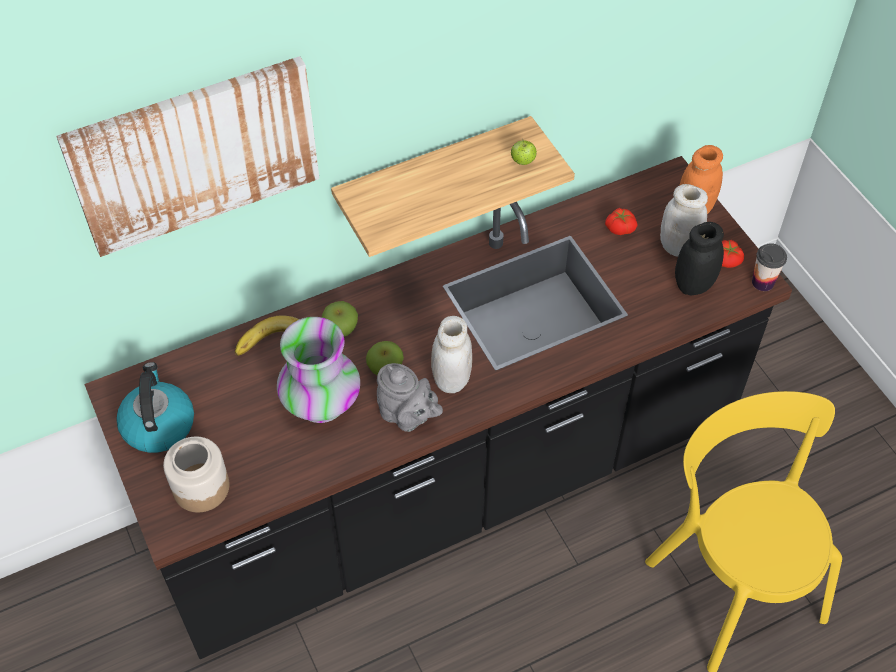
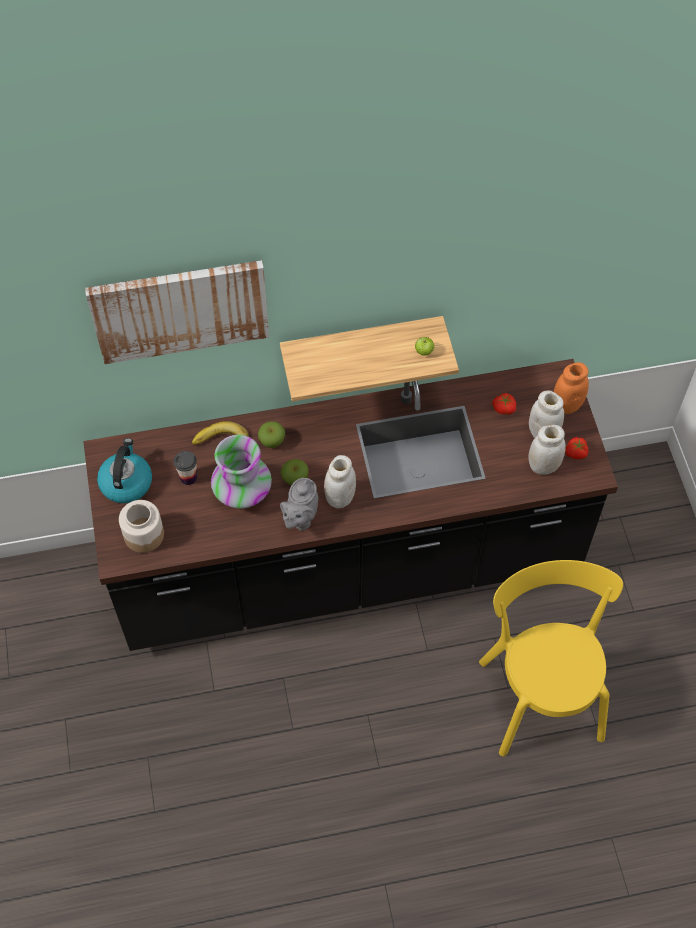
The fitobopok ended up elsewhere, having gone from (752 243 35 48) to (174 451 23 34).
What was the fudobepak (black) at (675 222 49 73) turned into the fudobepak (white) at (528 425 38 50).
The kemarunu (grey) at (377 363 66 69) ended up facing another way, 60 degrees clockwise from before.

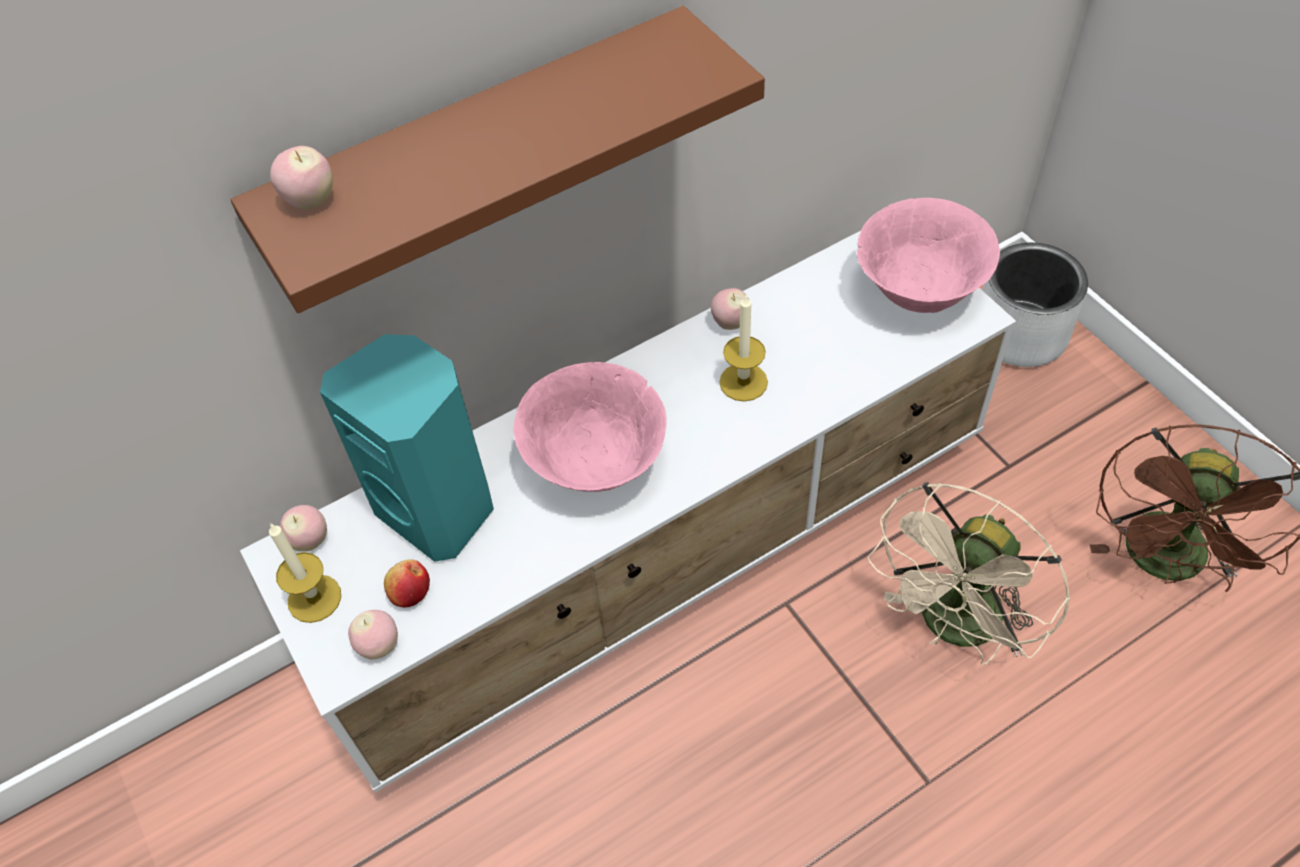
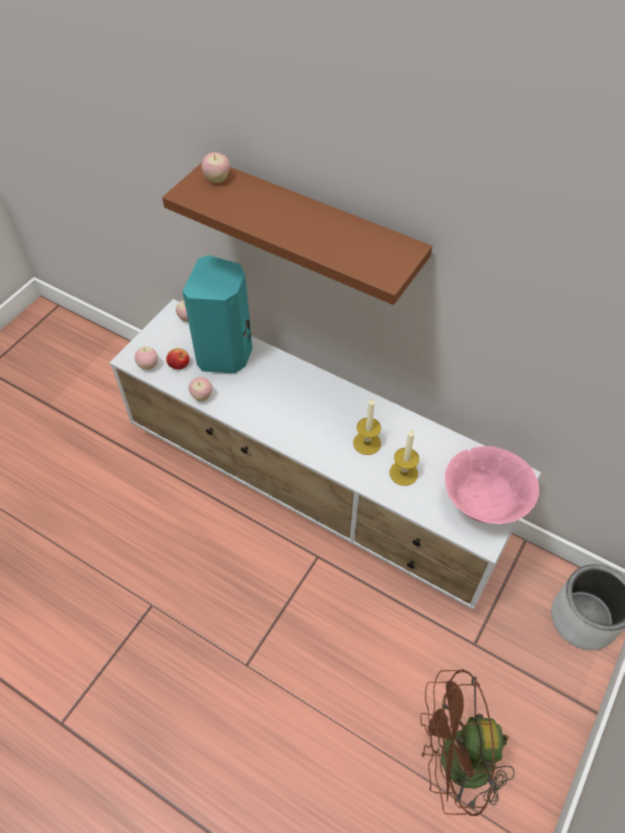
The second view lost the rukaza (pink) at (513 362 154 130).
The second view lost the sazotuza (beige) at (867 482 203 183).
The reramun ended up elsewhere, having gone from (269 523 72 100) to (389 430 30 56).
The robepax ended up elsewhere, having gone from (711 288 38 42) to (189 377 23 24).

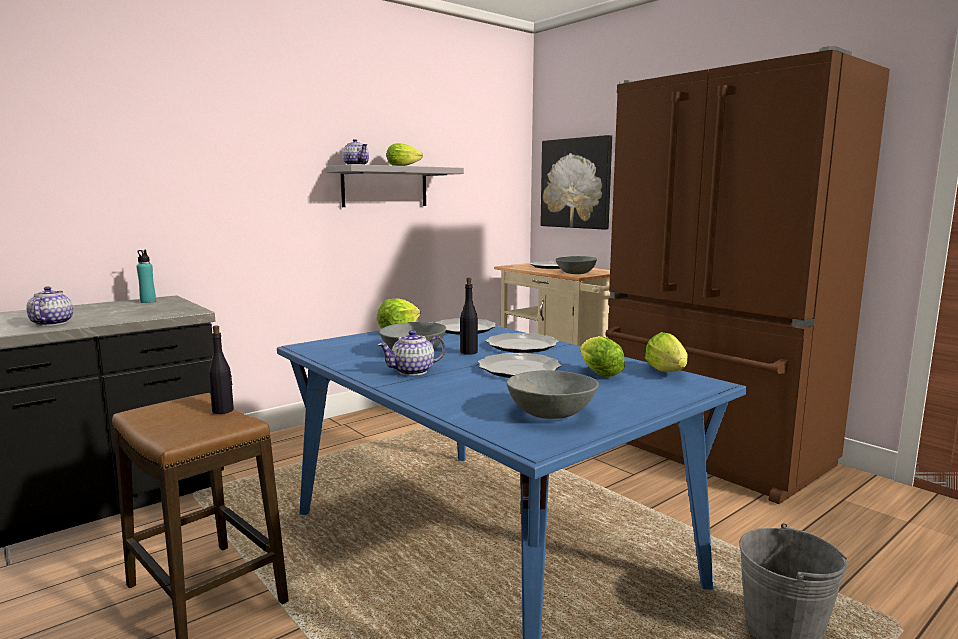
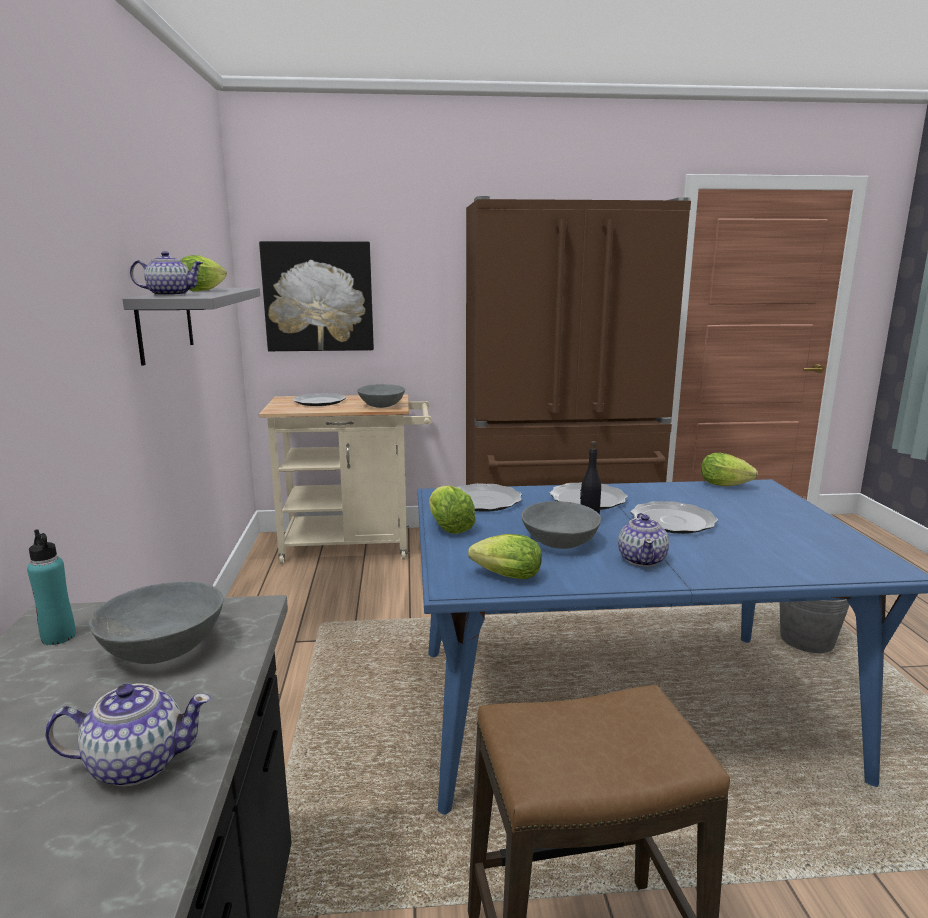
The second view lost the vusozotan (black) at (209 326 25 88).
The rukaza (grey) ended up elsewhere, having gone from (507 370 92 49) to (89 582 135 82).
The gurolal ended up elsewhere, having gone from (580 336 45 42) to (468 534 74 45).
The kemarunu at (26 286 47 40) ended up facing another way, 150 degrees clockwise from before.

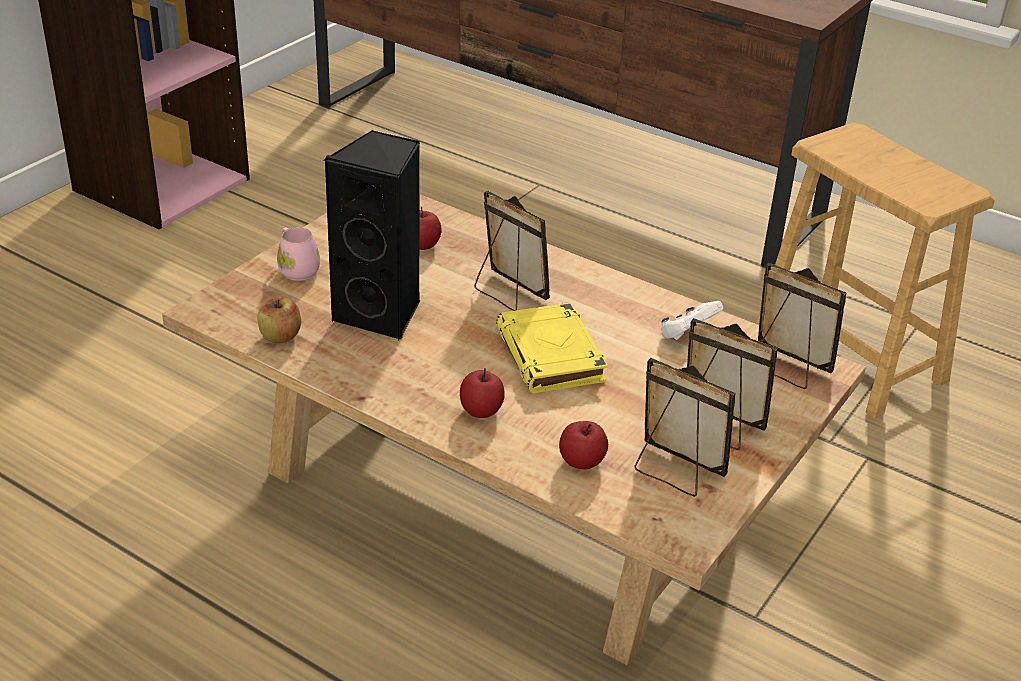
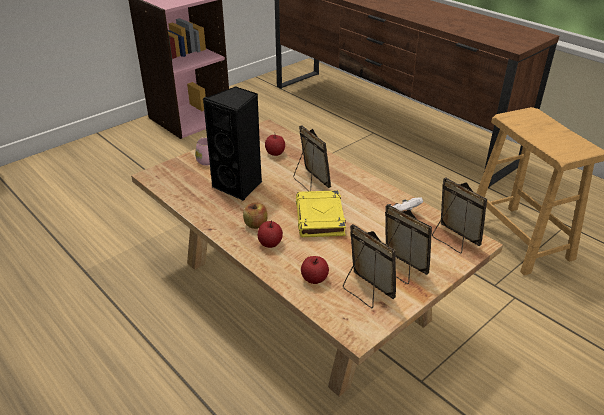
The robepax ended up elsewhere, having gone from (257 297 44 46) to (243 203 25 26).

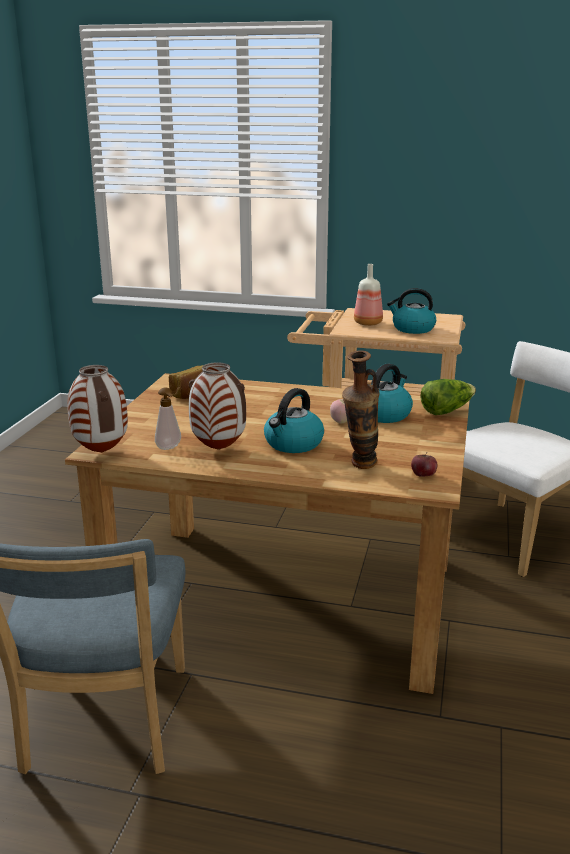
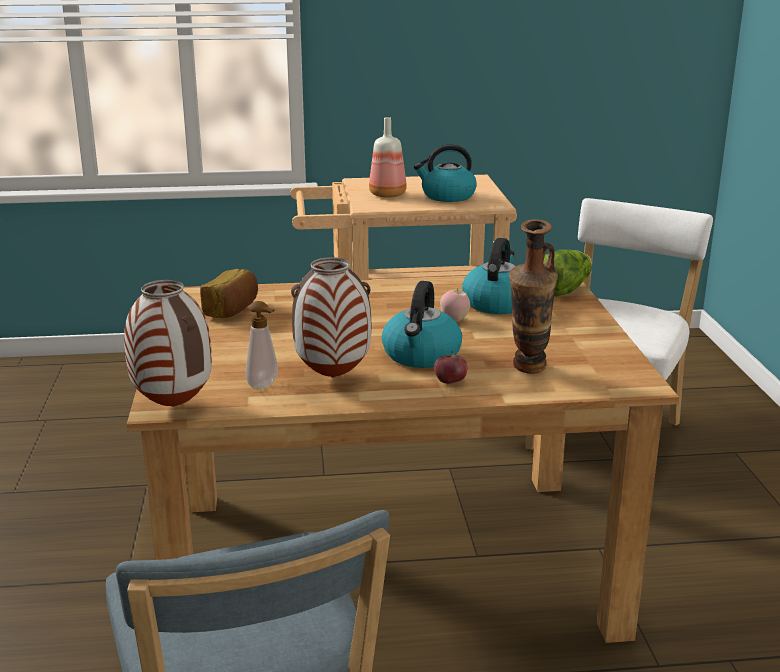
The robepax ended up elsewhere, having gone from (411 452 27 25) to (434 351 33 33).

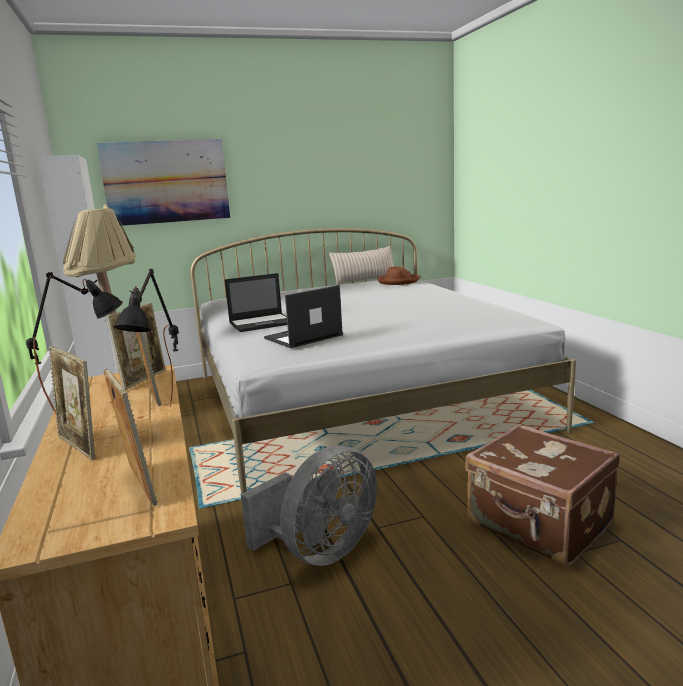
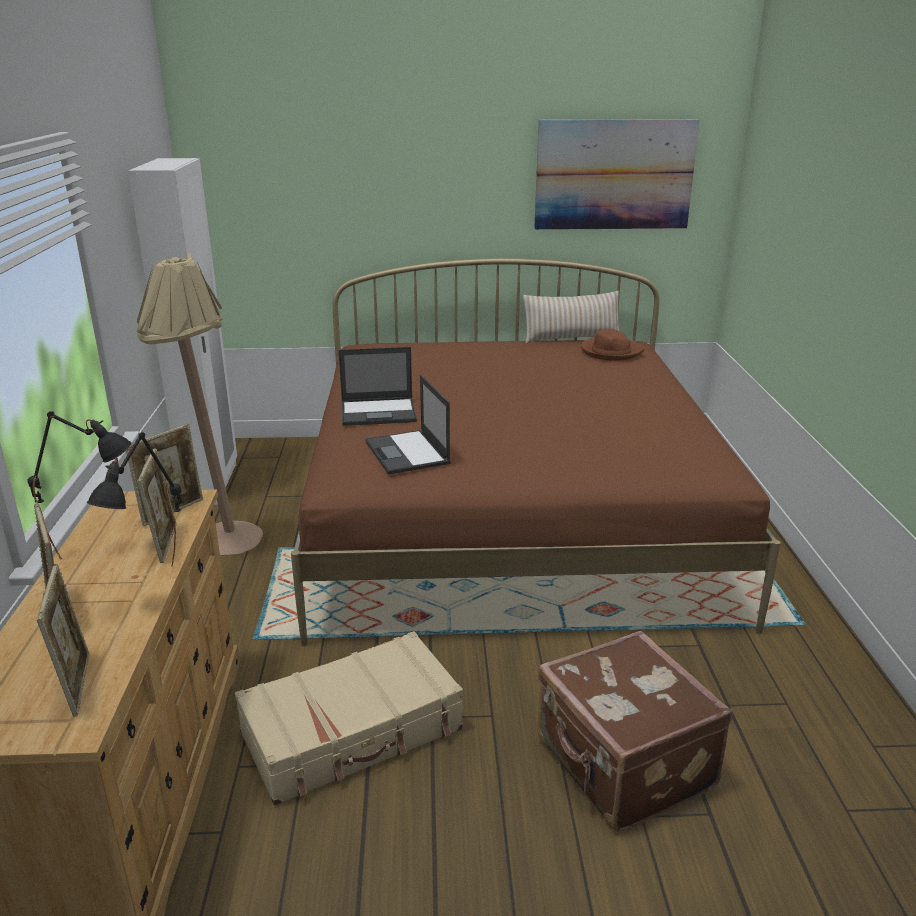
The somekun ended up elsewhere, having gone from (97 139 133 87) to (534 119 166 111).
Where the sazotuza (grey) stood at (241 445 136 121), the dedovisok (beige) came to stand at (235 631 228 174).
What was the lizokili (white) at (190 228 386 266) turned into the lizokili (brown) at (291 258 490 388).
The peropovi at (264 285 79 63) ended up facing another way, 90 degrees counterclockwise from before.

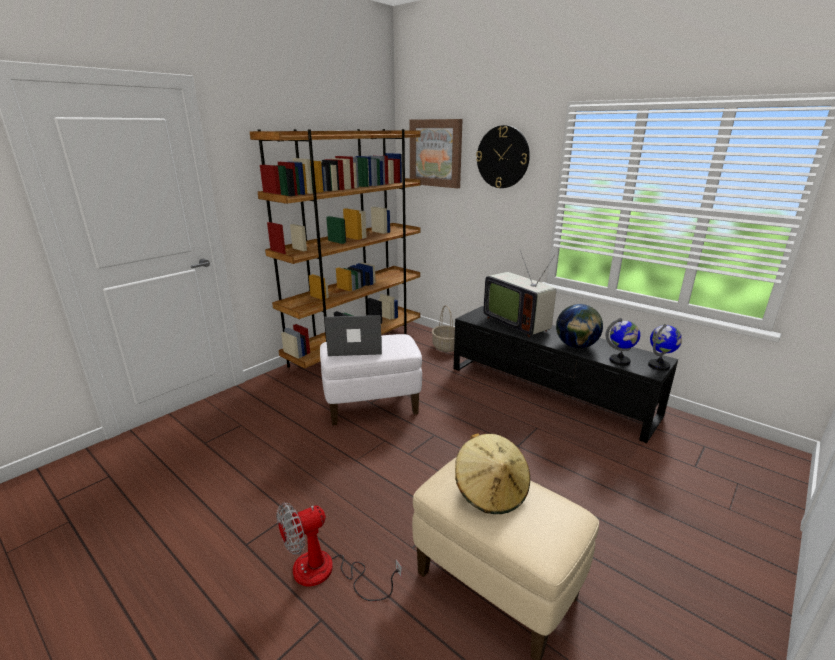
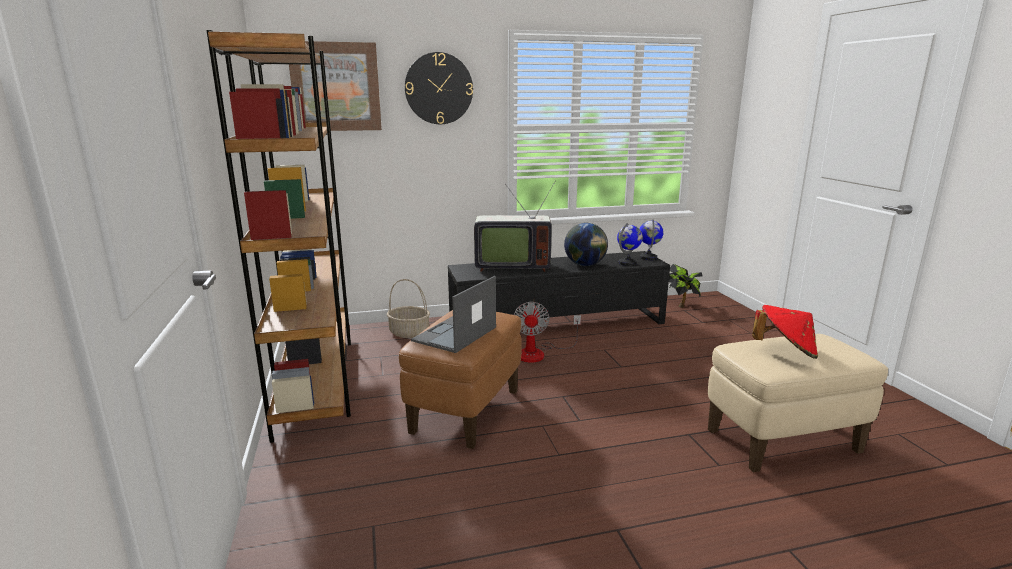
The second view gained the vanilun at (669 264 34 44).
The sazotuza ended up elsewhere, having gone from (276 502 126 99) to (514 302 67 61).
What was the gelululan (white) at (320 334 102 91) turned into the gelululan (brown) at (399 310 123 139).
What was the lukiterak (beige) at (455 433 75 81) turned into the lukiterak (red) at (752 305 66 54).

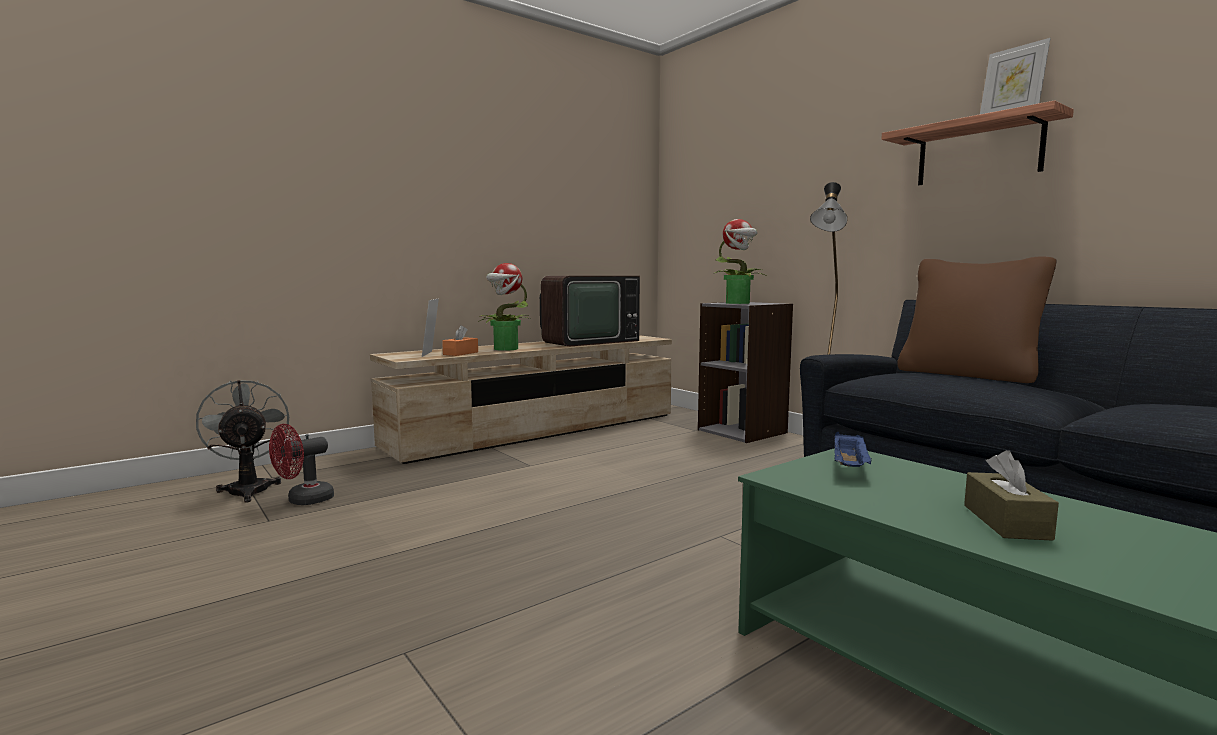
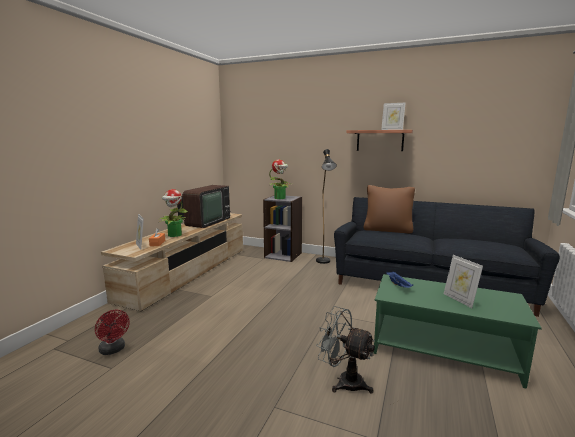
The sazotuza (grey) ended up elsewhere, having gone from (196 380 93 123) to (316 306 59 88).
Where the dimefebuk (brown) stood at (964 450 95 91), the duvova came to stand at (444 255 39 53).
The sazotuza (red) at (269 424 65 81) ended up facing another way, 60 degrees counterclockwise from before.

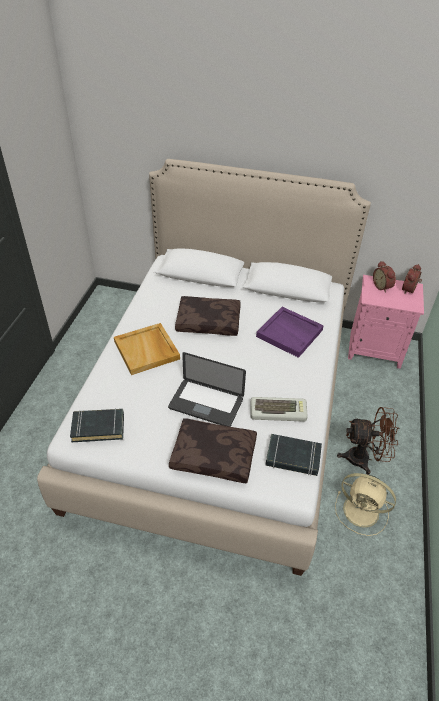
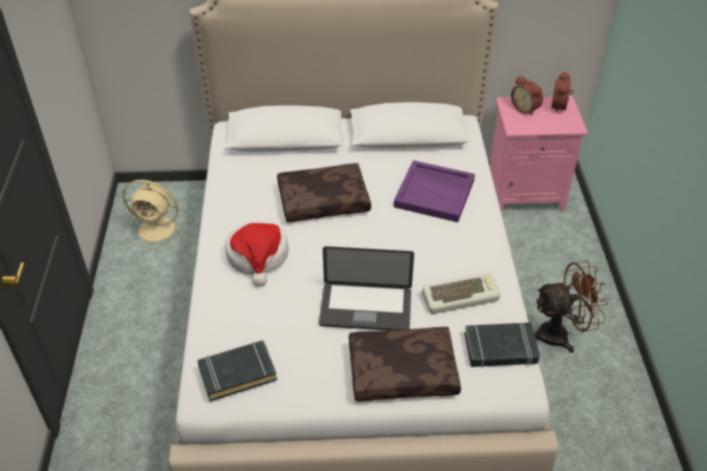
The sazotuza (beige) ended up elsewhere, having gone from (335 473 61 63) to (122 180 64 69).
Where the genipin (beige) stood at (114 323 66 52), the lukiterak came to stand at (225 220 64 67).

